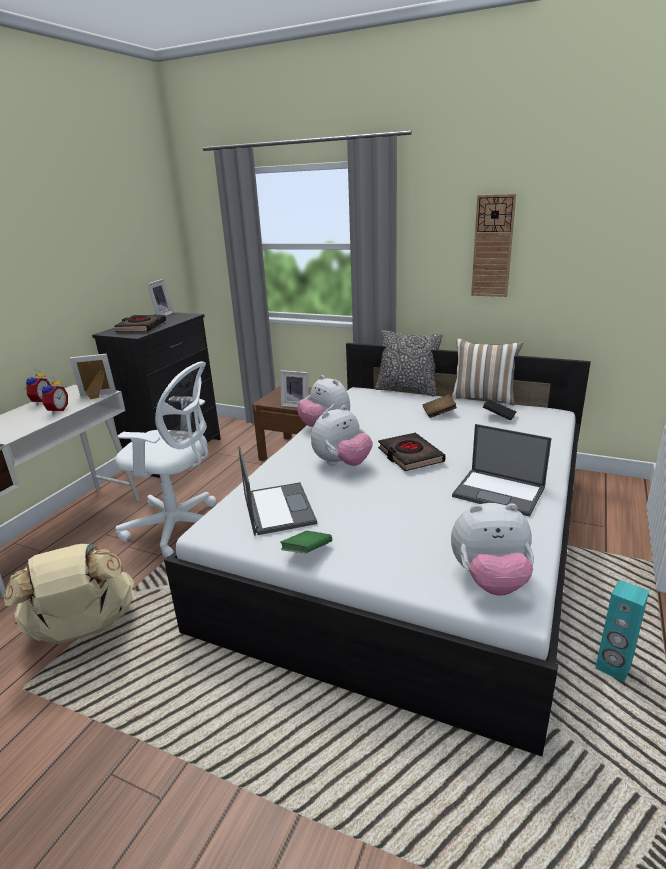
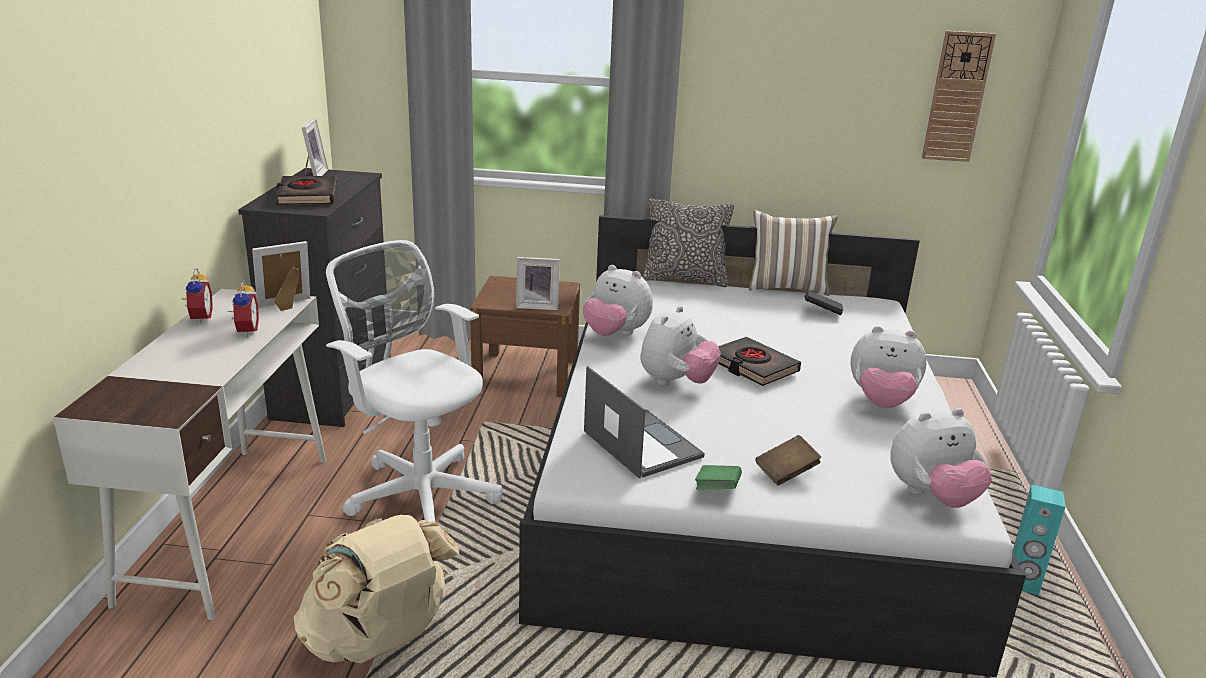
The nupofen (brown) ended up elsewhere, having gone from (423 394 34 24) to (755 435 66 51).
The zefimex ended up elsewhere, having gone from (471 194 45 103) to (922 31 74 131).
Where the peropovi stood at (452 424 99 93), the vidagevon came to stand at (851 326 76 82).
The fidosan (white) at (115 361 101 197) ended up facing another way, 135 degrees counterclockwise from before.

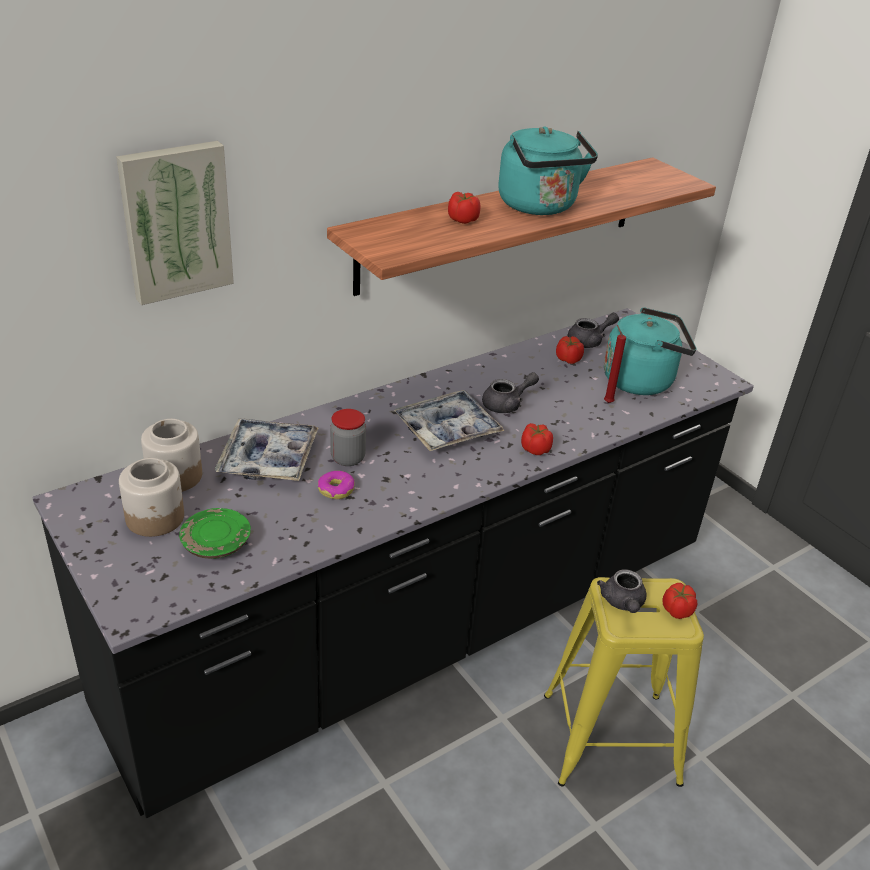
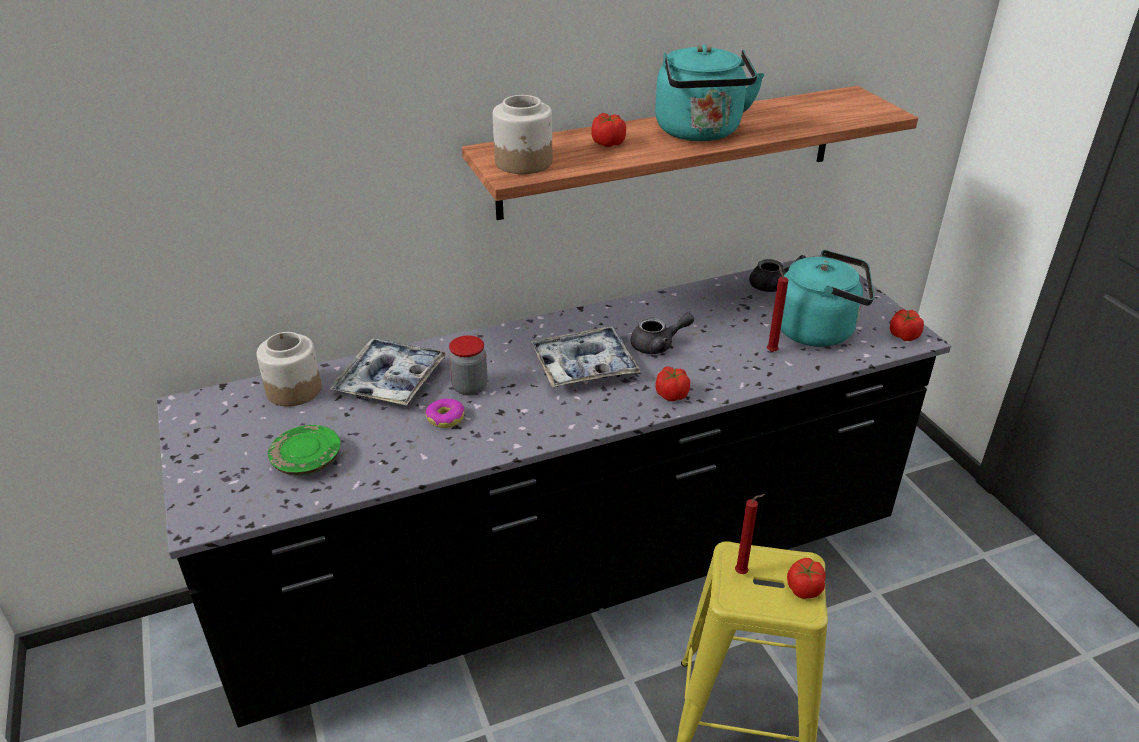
The second view lost the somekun at (116 141 118 164).
The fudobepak ended up elsewhere, having gone from (119 458 65 79) to (493 95 59 79).
The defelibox ended up elsewhere, having gone from (556 336 28 28) to (890 309 34 32).
Where the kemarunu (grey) stood at (597 569 49 44), the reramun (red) came to stand at (735 494 31 80).

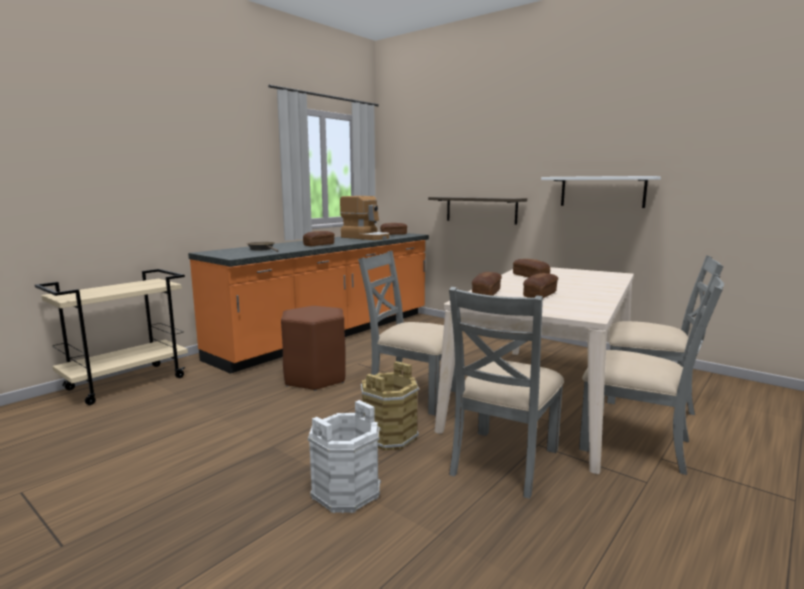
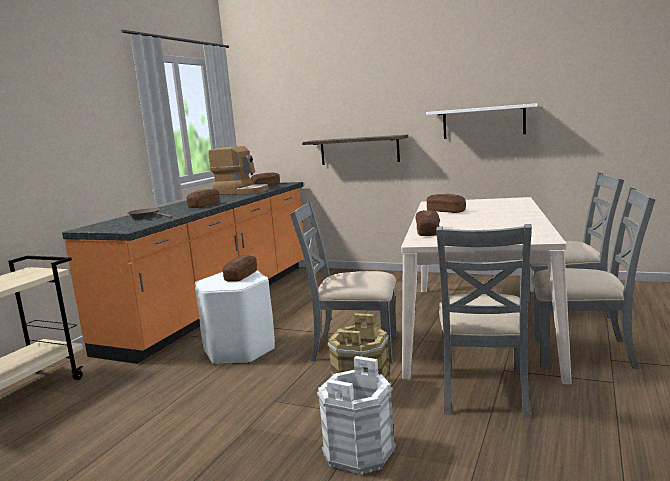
The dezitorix ended up elsewhere, having gone from (523 273 35 25) to (222 255 35 27).
What was the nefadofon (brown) at (281 306 65 85) turned into the nefadofon (white) at (195 270 80 95).

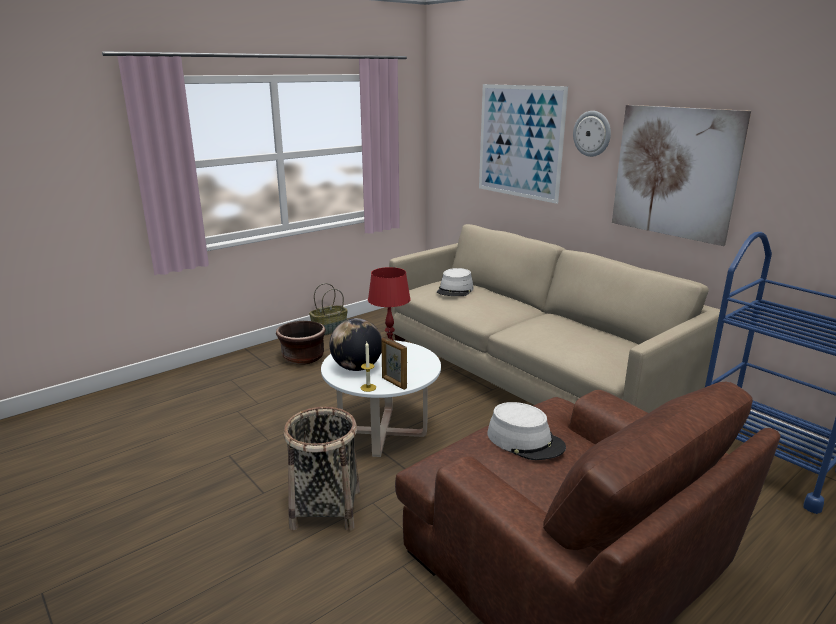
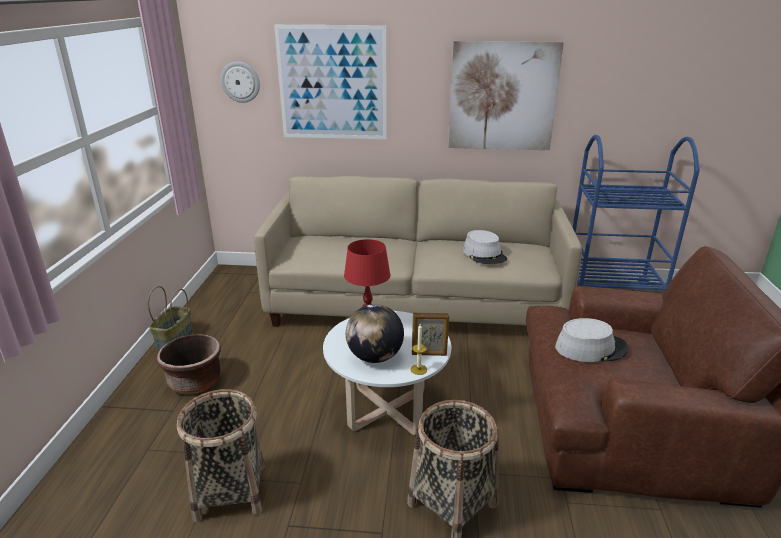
The second view gained the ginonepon at (177 389 88 133).
The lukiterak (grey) ended up elsewhere, having gone from (437 268 37 28) to (463 230 44 34).
The zefimex ended up elsewhere, having gone from (573 111 38 46) to (221 62 39 41).

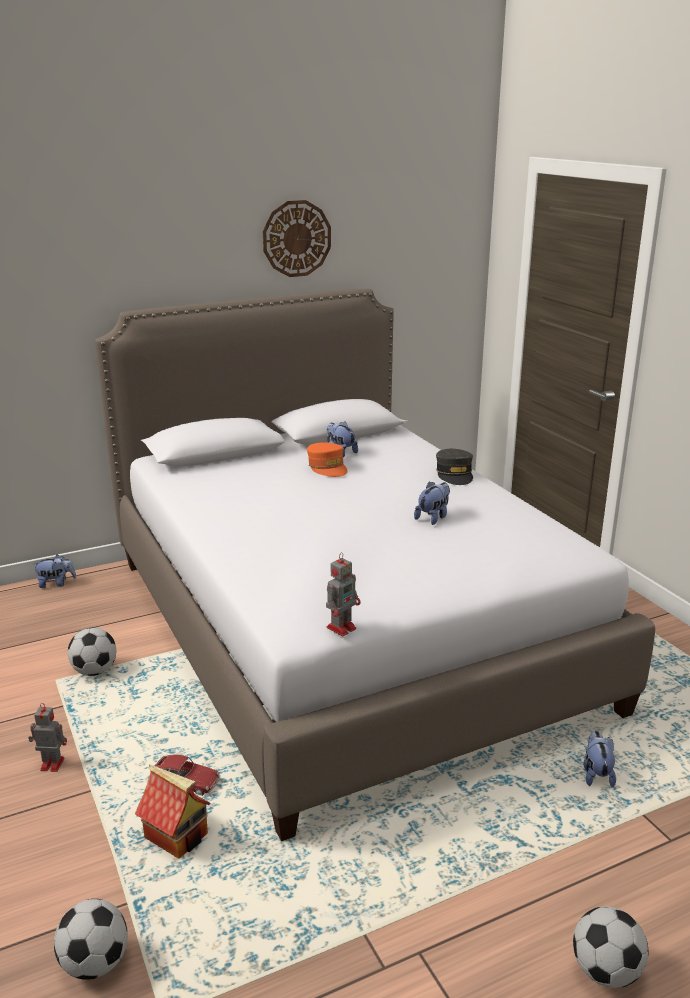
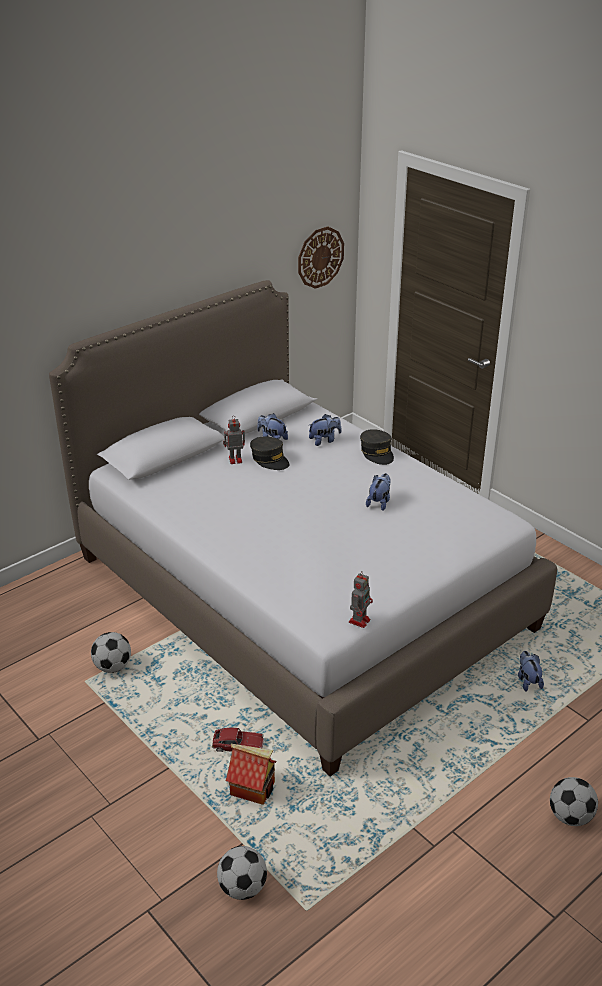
The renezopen ended up elsewhere, having gone from (28 703 39 69) to (223 418 22 46).
The vidagevon ended up elsewhere, having gone from (33 555 43 33) to (309 414 32 32).
The zefimex ended up elsewhere, having gone from (263 200 68 77) to (298 226 46 63).
What was the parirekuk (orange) at (307 442 40 35) turned into the parirekuk (grey) at (250 436 39 34).

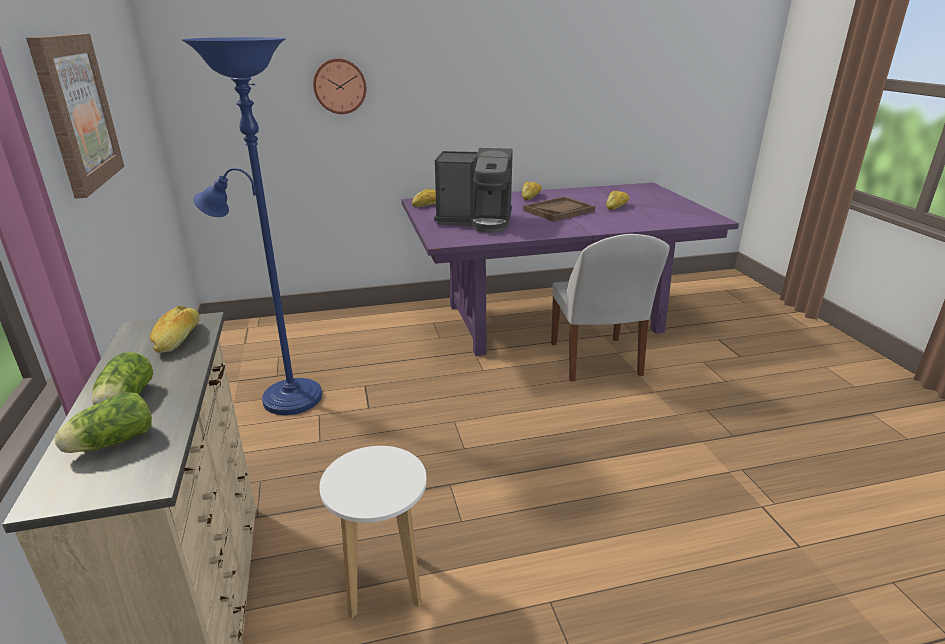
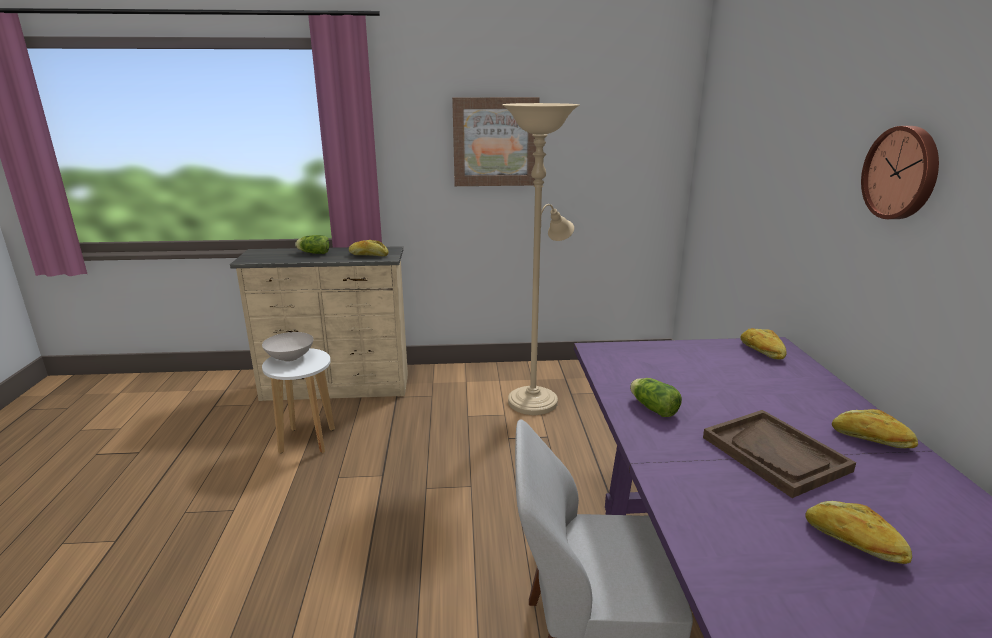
The second view lost the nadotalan at (434 148 79 85).
The second view gained the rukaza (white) at (262 332 51 30).
The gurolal ended up elsewhere, having gone from (54 392 98 61) to (630 378 52 39).
The zefimex ended up elsewhere, having gone from (313 58 53 56) to (861 126 78 93).
What was the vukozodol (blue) at (182 37 140 378) turned into the vukozodol (beige) at (502 103 77 312).

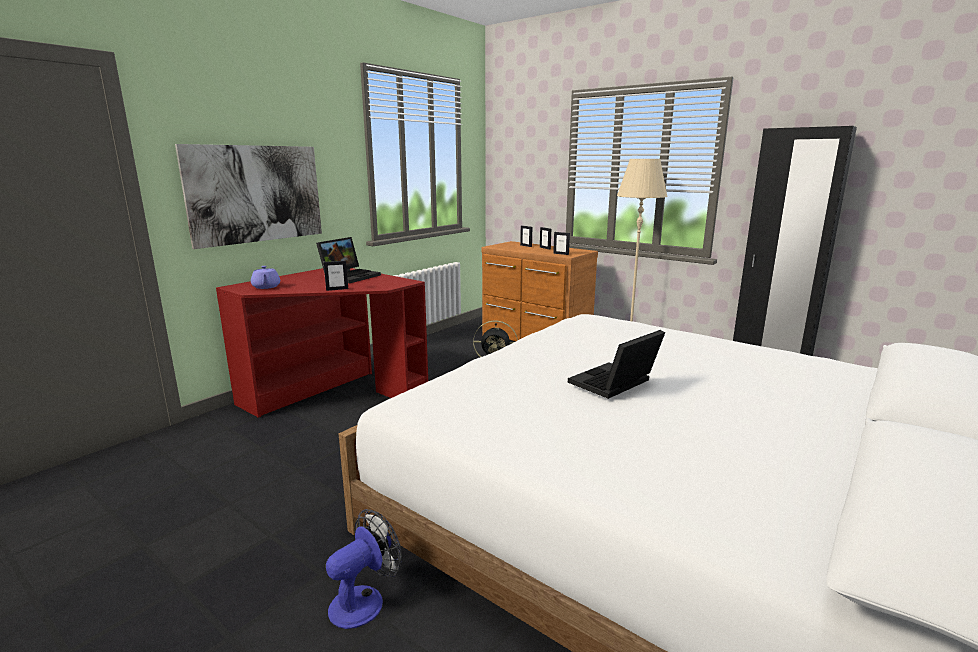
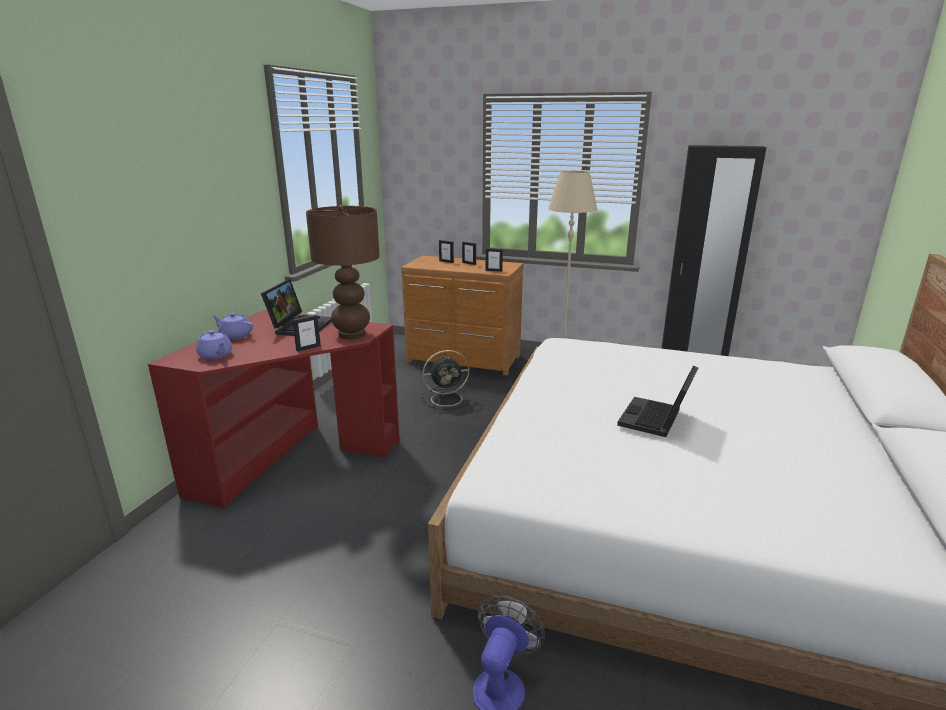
The second view lost the somekun at (175 144 147 105).
The second view gained the kemarunu (purple) at (212 313 41 26).
The second view gained the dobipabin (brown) at (306 205 74 135).

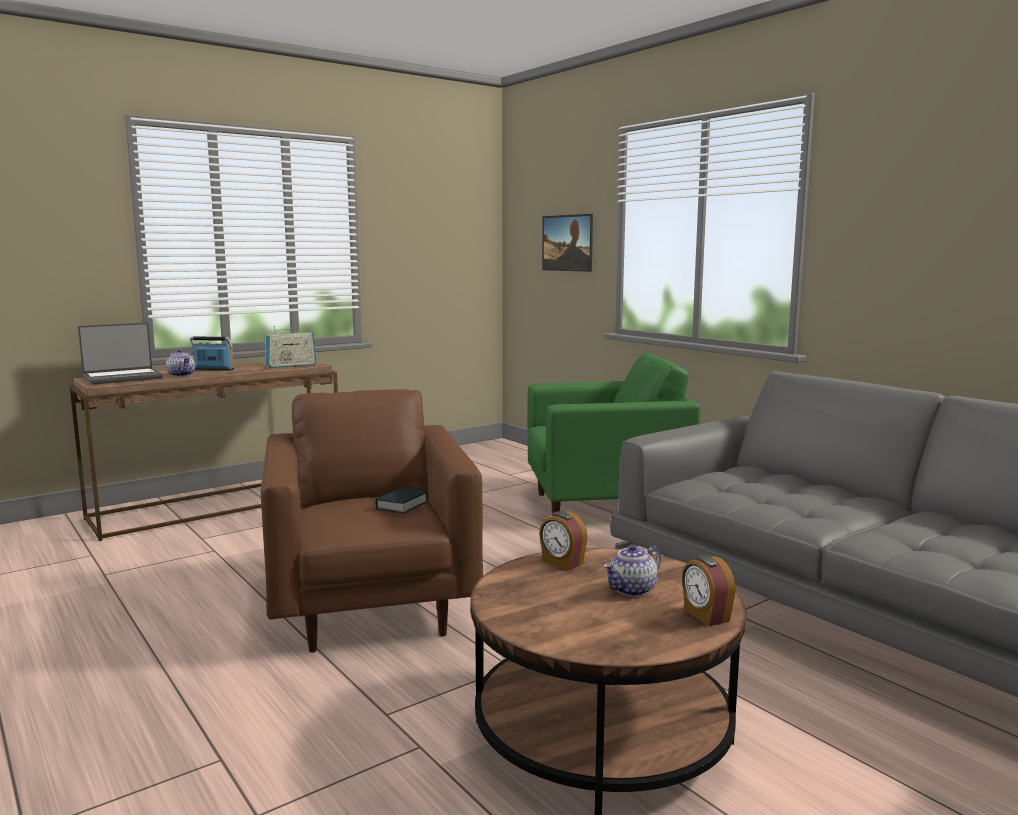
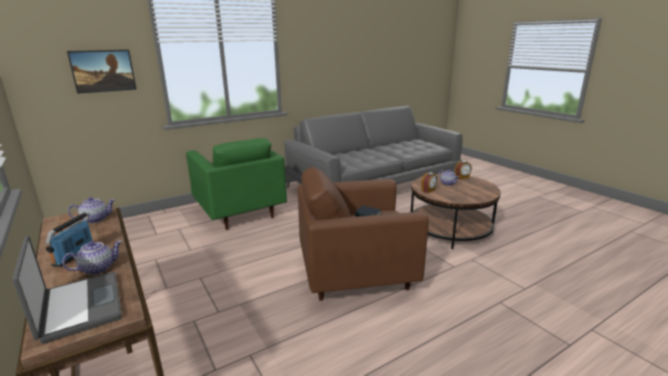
Where the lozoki stood at (265 326 52 42), the kemarunu came to stand at (68 197 47 26).
The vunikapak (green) at (527 353 174 160) ended up facing another way, 150 degrees clockwise from before.

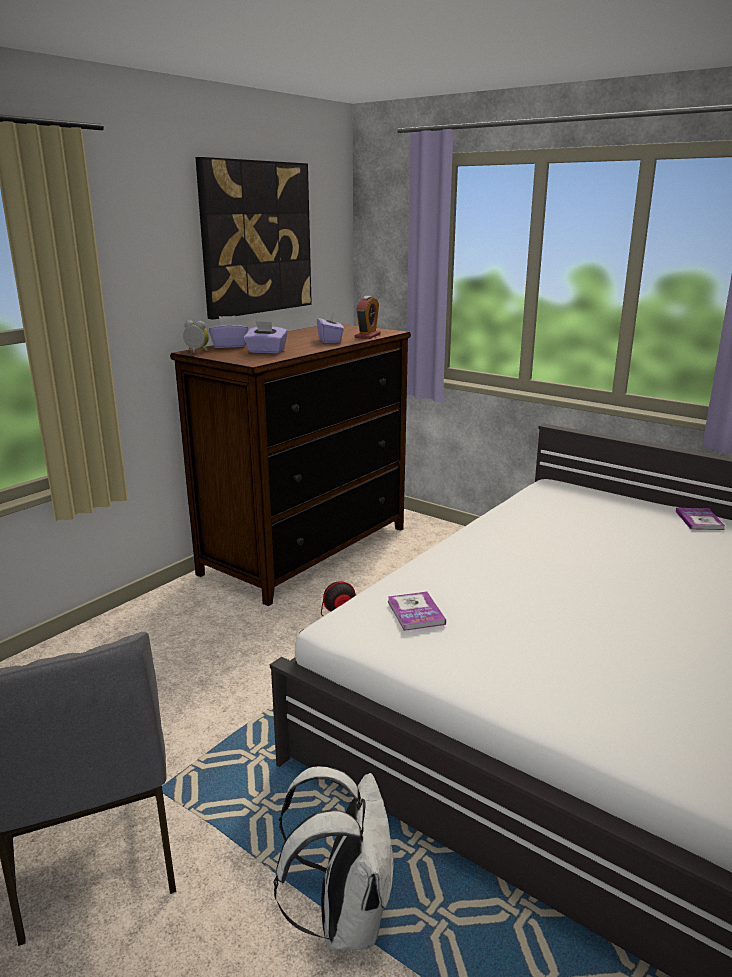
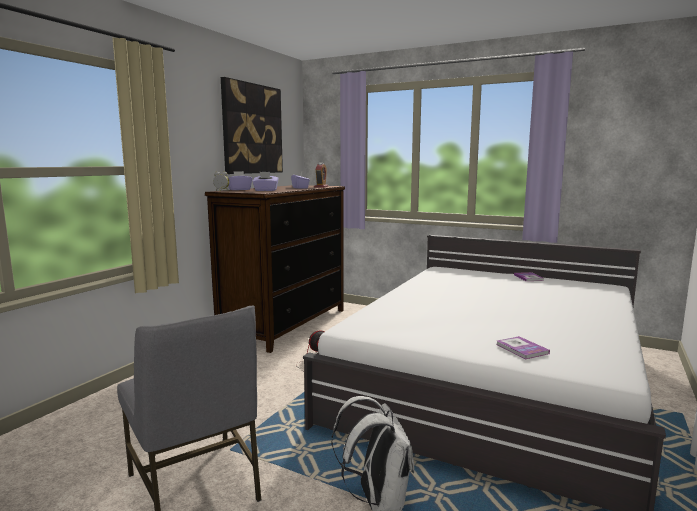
The nupofen ended up elsewhere, having gone from (388 592 58 39) to (497 336 53 23).

